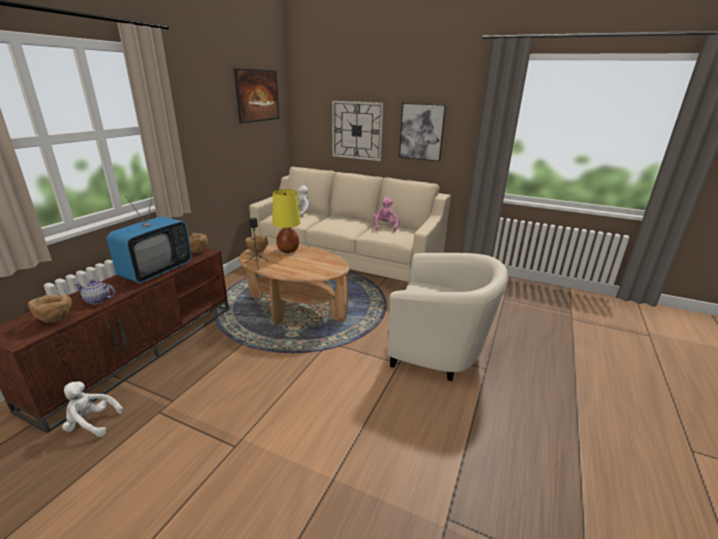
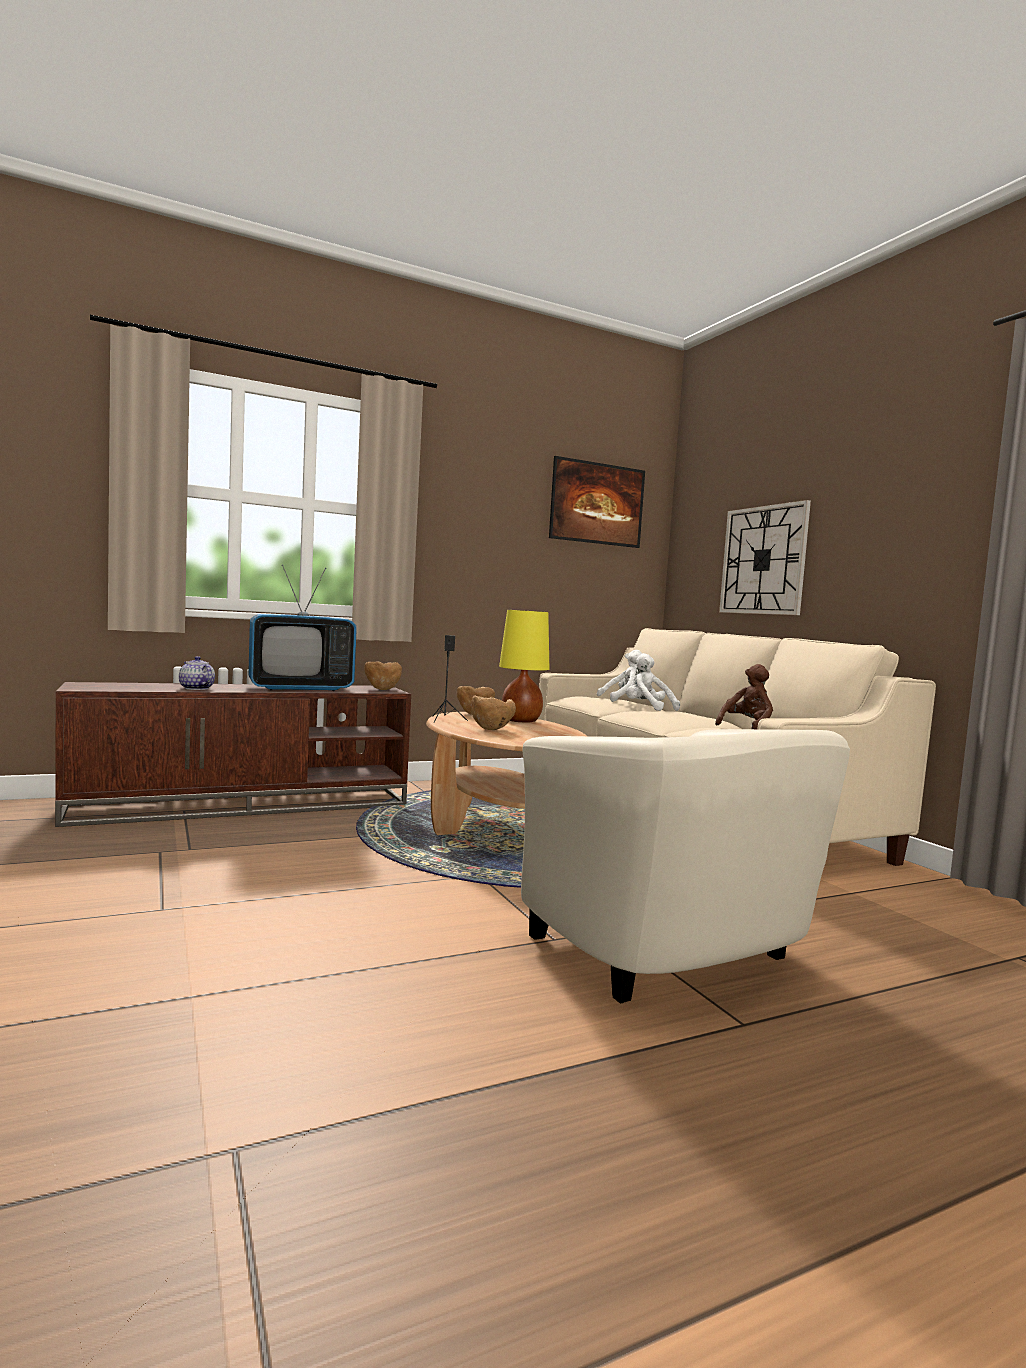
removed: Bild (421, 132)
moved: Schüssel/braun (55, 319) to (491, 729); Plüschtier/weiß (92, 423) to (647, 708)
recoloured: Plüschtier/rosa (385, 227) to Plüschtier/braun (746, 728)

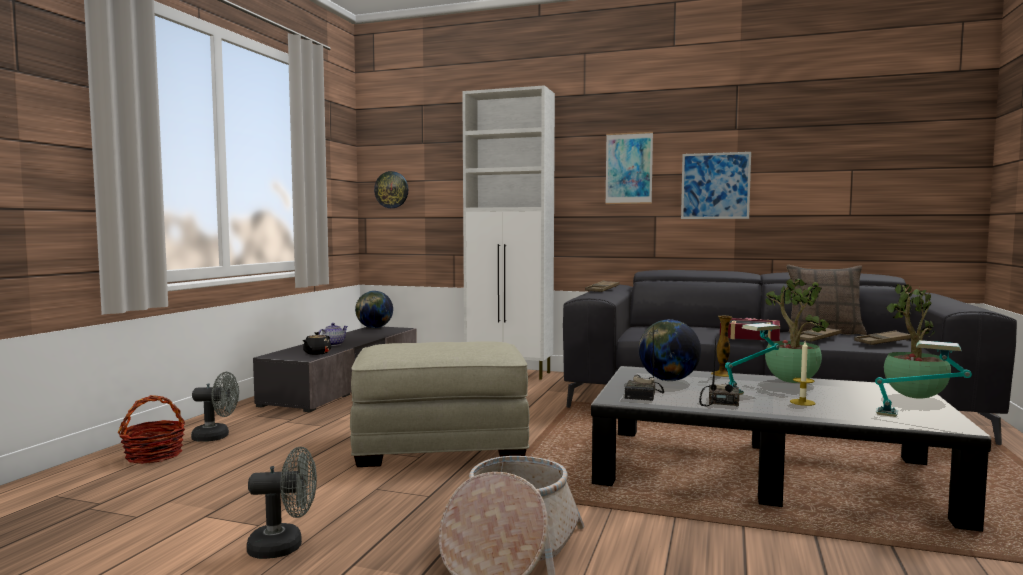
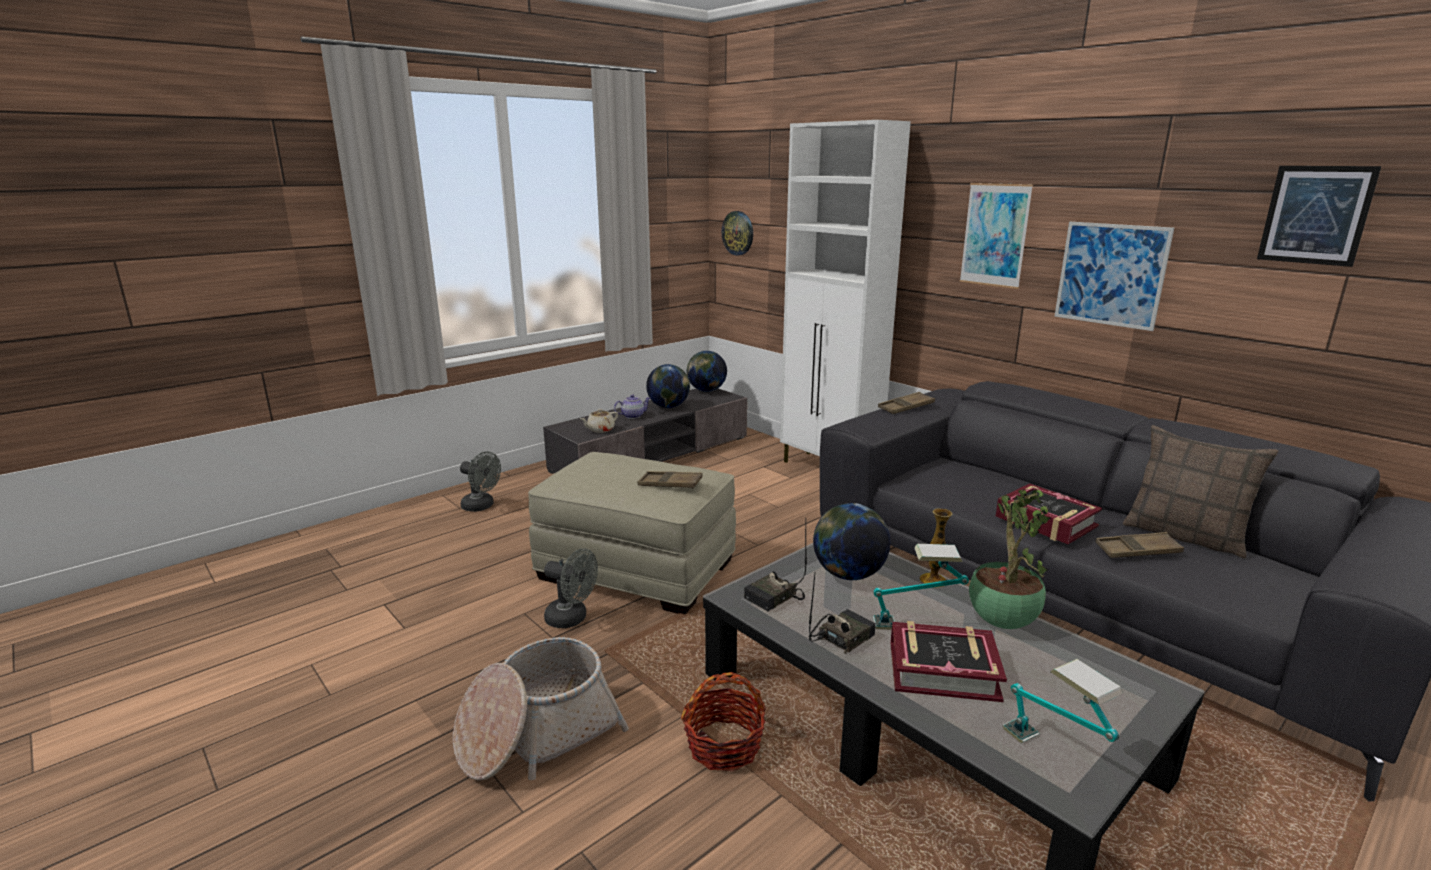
removed: Topfpflanze (914, 397)
added: Bild (1315, 215); Globus (668, 407)
moved: Tablett/braun (883, 342) to (670, 484); Korb (154, 455) to (724, 746); Ventilator/grau (284, 546) to (572, 619)
replaced: Kerze (802, 402) to Buch (943, 670)
recoloured: Teekanne/schwarz (316, 353) to Teekanne/beige (600, 430)

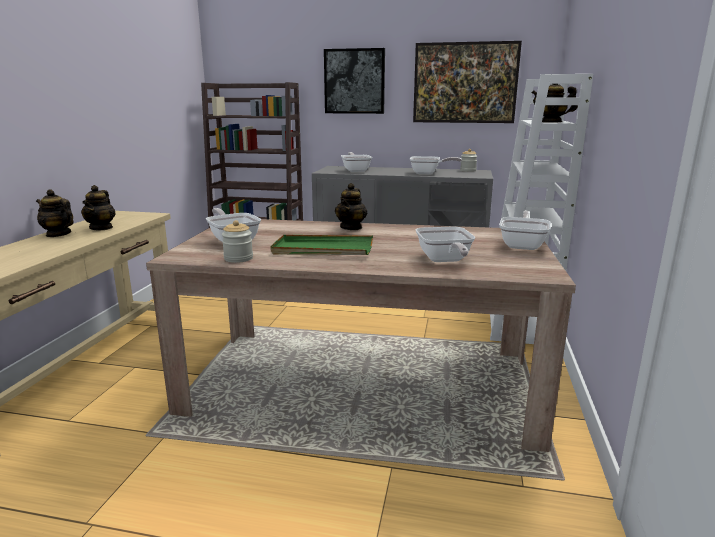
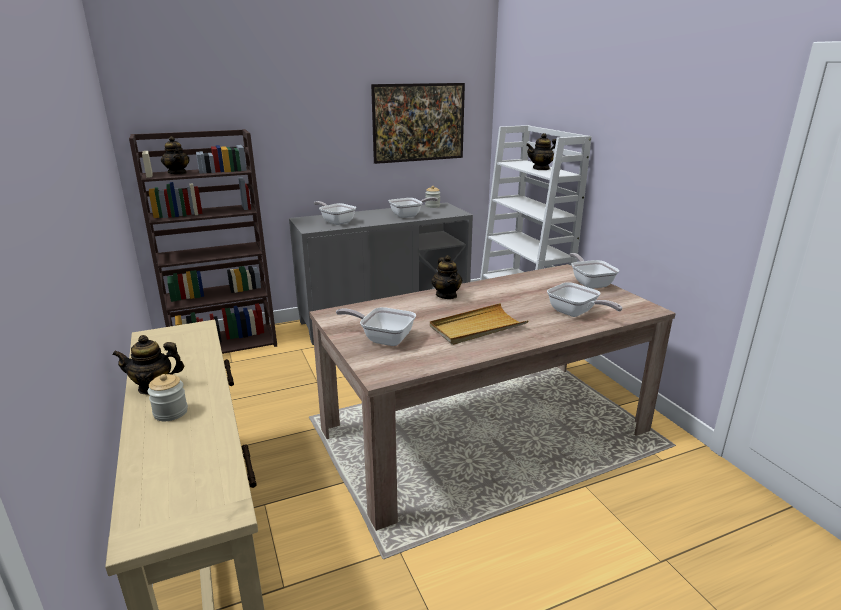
removed: Bild (354, 81)
moved: Teekanne (101, 228) to (177, 173); Vorratsglas (238, 258) to (170, 412)
recoloured: Tablett/grün (322, 249) to Tablett/beige (477, 327)

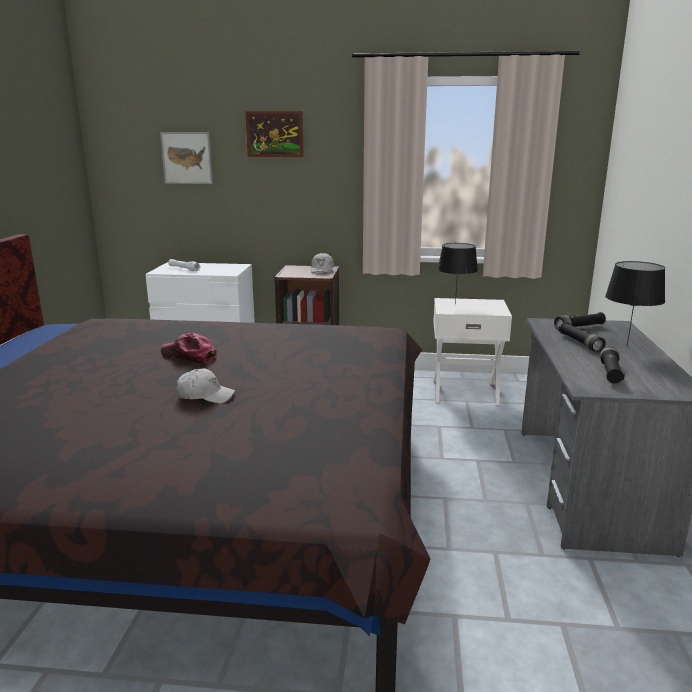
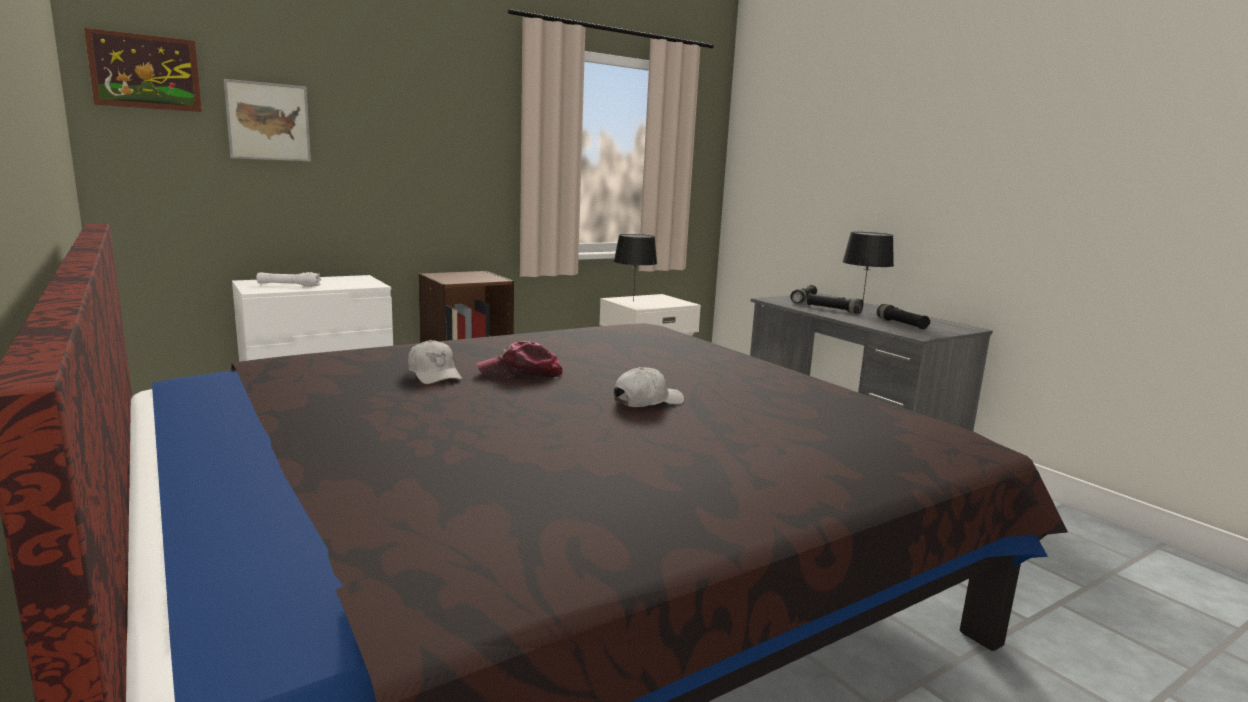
moved: Bild (274, 134) to (145, 72); Kappe/weiß (322, 270) to (434, 374)

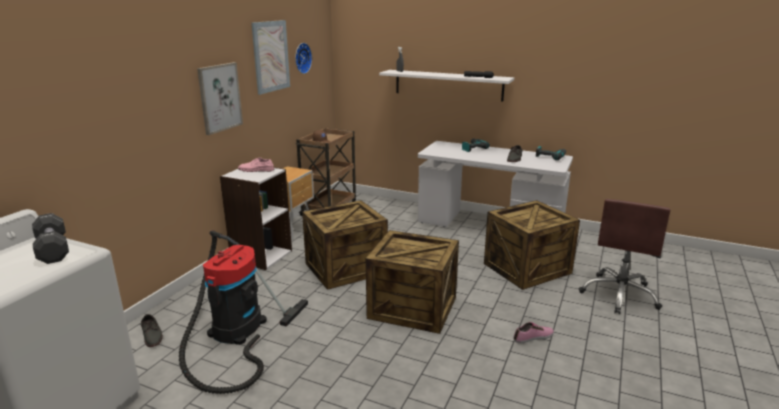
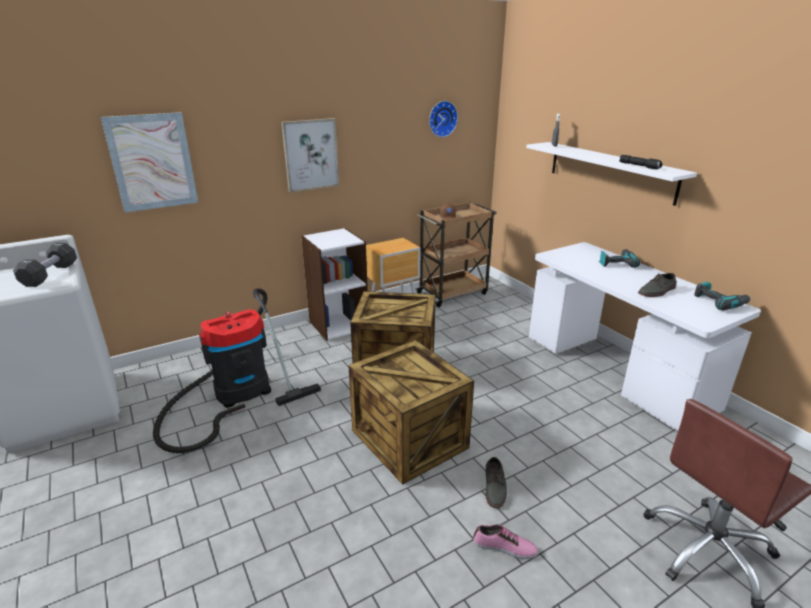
removed: Schuh/rosa (256, 170); Kiste (526, 268)
moved: Bild (271, 56) to (152, 162); Schuh/grau (152, 335) to (495, 487)

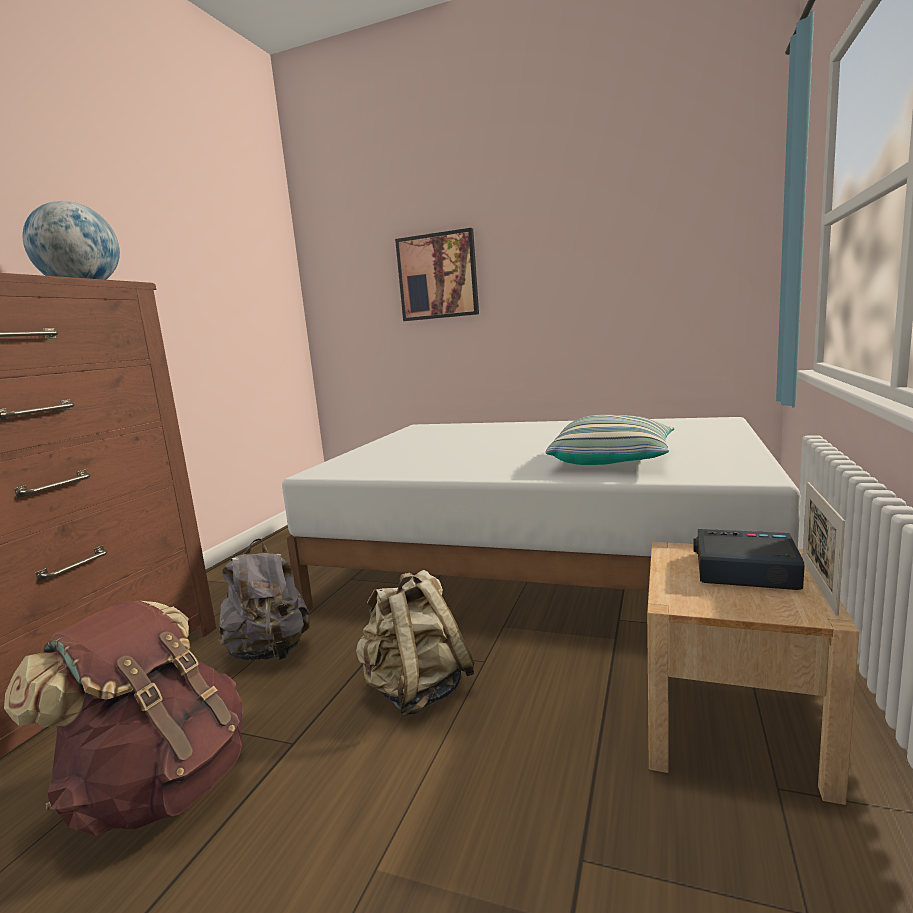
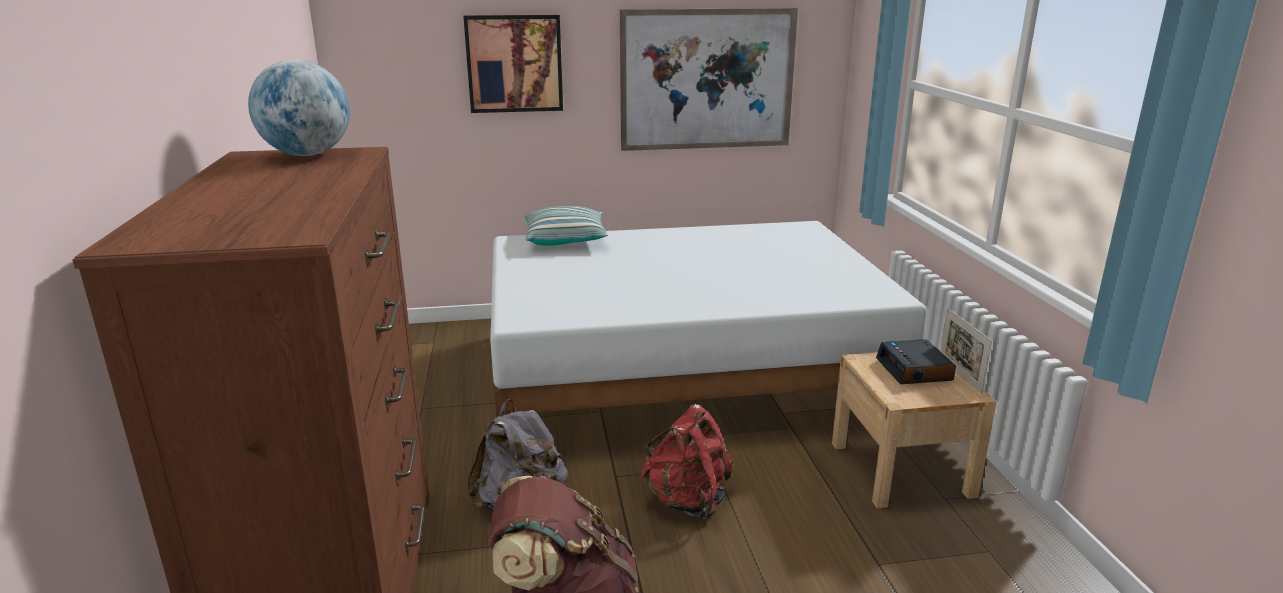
added: Bild (707, 80)
moved: Kissen (612, 461) to (566, 240)
recoloured: Rucksack/beige (416, 691) to Rucksack/rot (686, 501)
turned: Wecker (744, 570) = (915, 370) 90 degrees counterclockwise

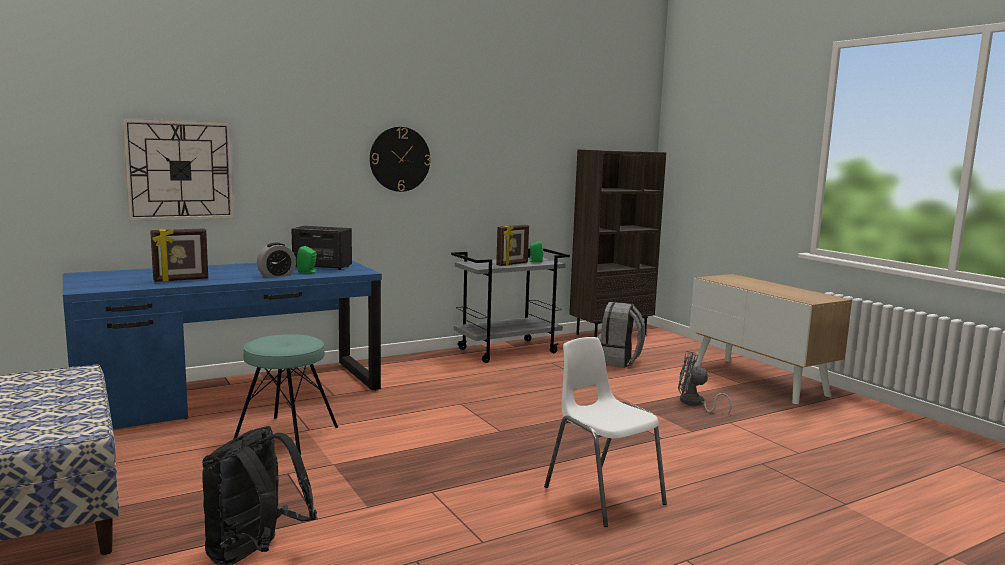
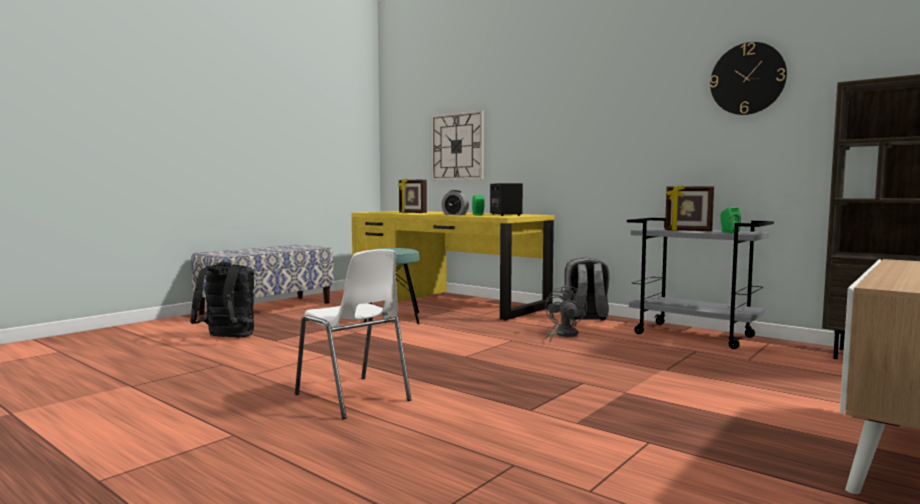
moved: Wanduhr (400, 159) to (747, 79); Rucksack/grau (618, 362) to (585, 317); Ventilator/grau (695, 403) to (563, 335)
recoloured: Schreibtisch/blau (232, 394) to Schreibtisch/gelb (447, 301)
turned: Stuhl/weiß (602, 495) = (353, 398) 105 degrees clockwise

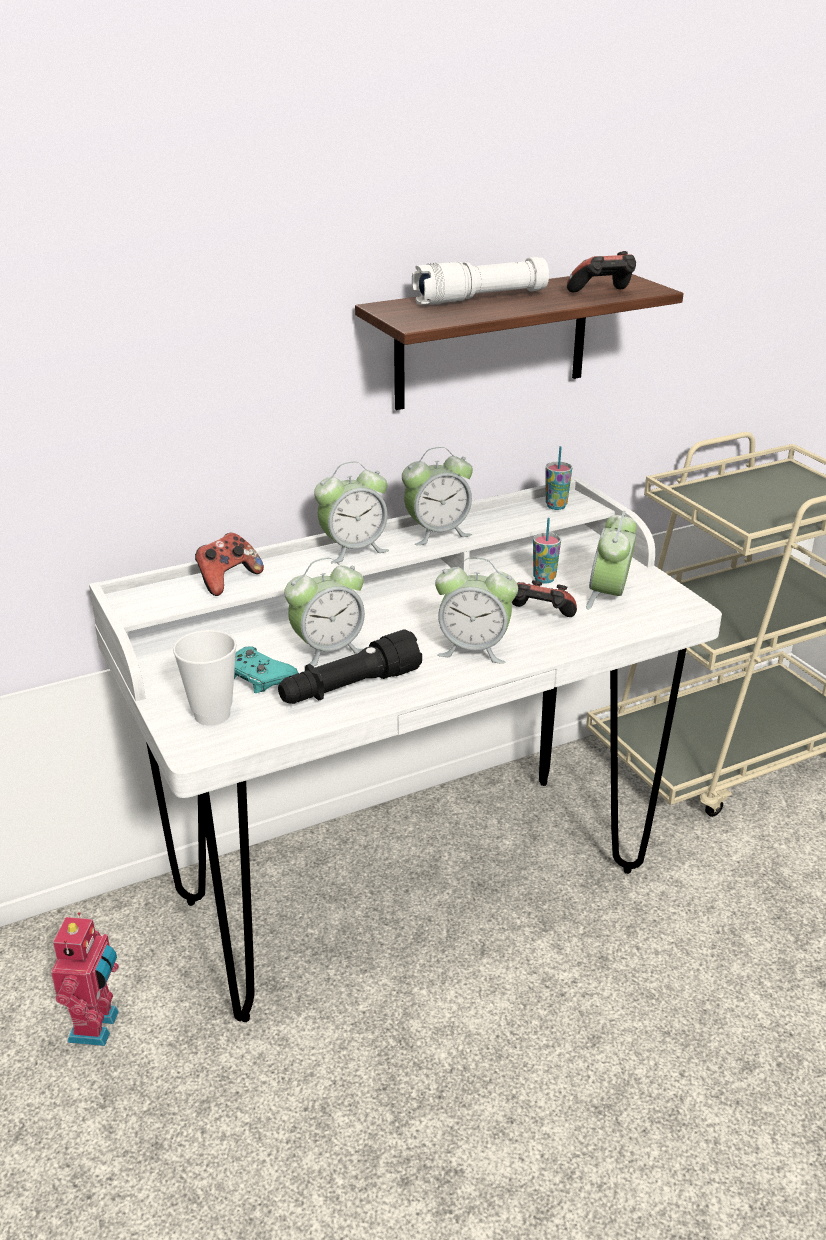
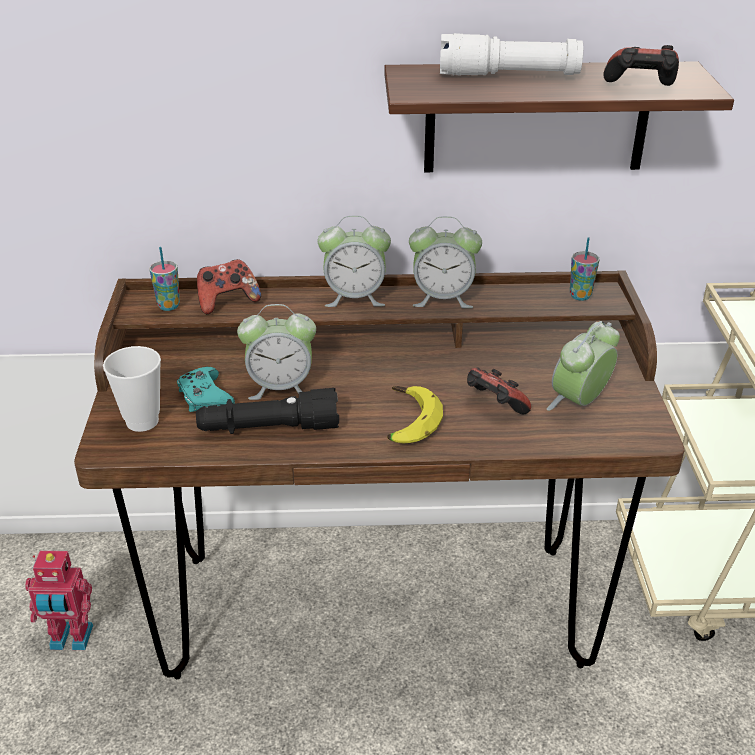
moved: Tasse (544, 579) to (168, 306)
replaced: Wecker (474, 649) to Banane (406, 422)
recoloured: Schreibtisch/weiß (411, 885) to Schreibtisch/braun (377, 608)
turned: Spielzeugroboter (97, 1027) = (70, 640) 60 degrees clockwise

